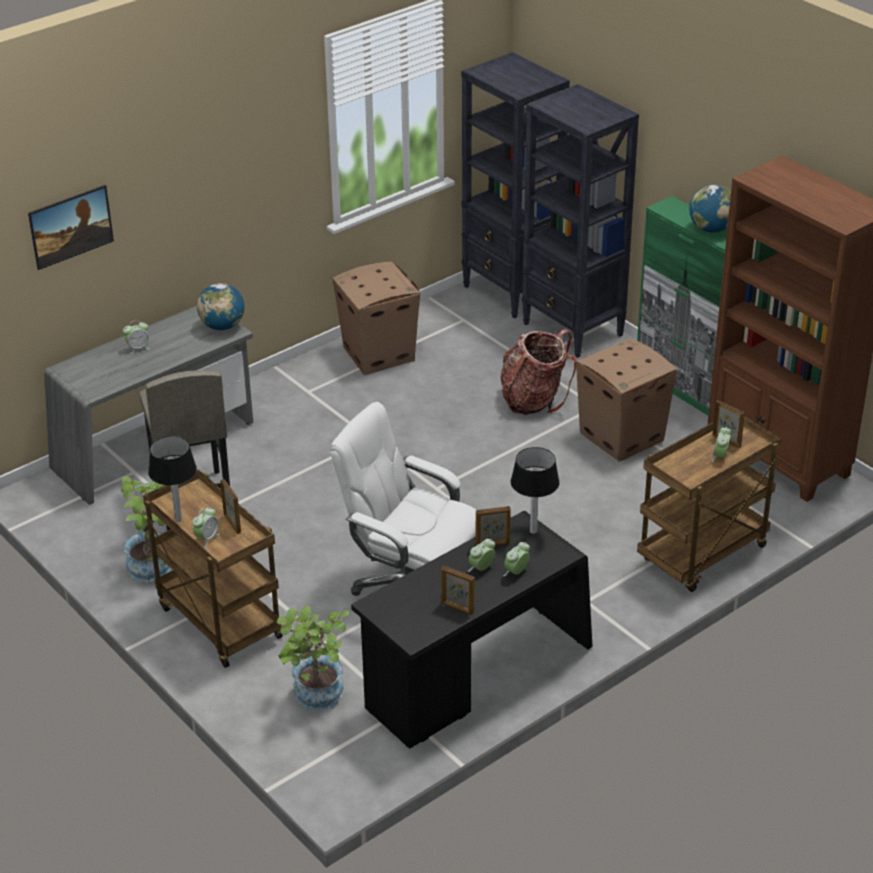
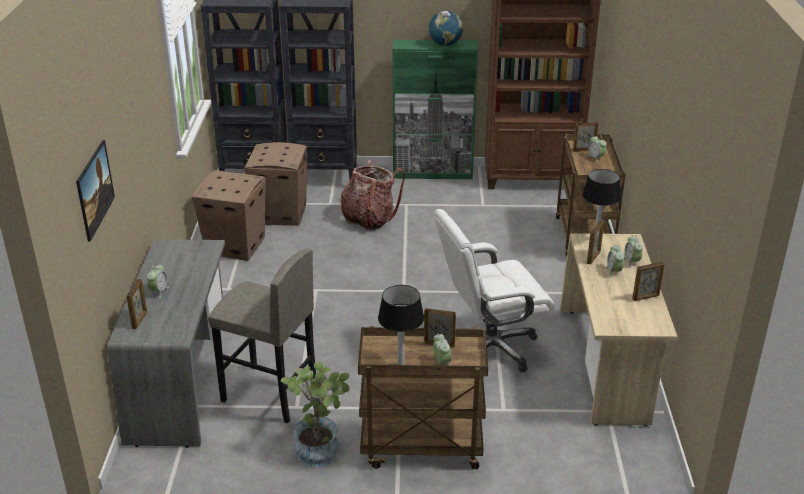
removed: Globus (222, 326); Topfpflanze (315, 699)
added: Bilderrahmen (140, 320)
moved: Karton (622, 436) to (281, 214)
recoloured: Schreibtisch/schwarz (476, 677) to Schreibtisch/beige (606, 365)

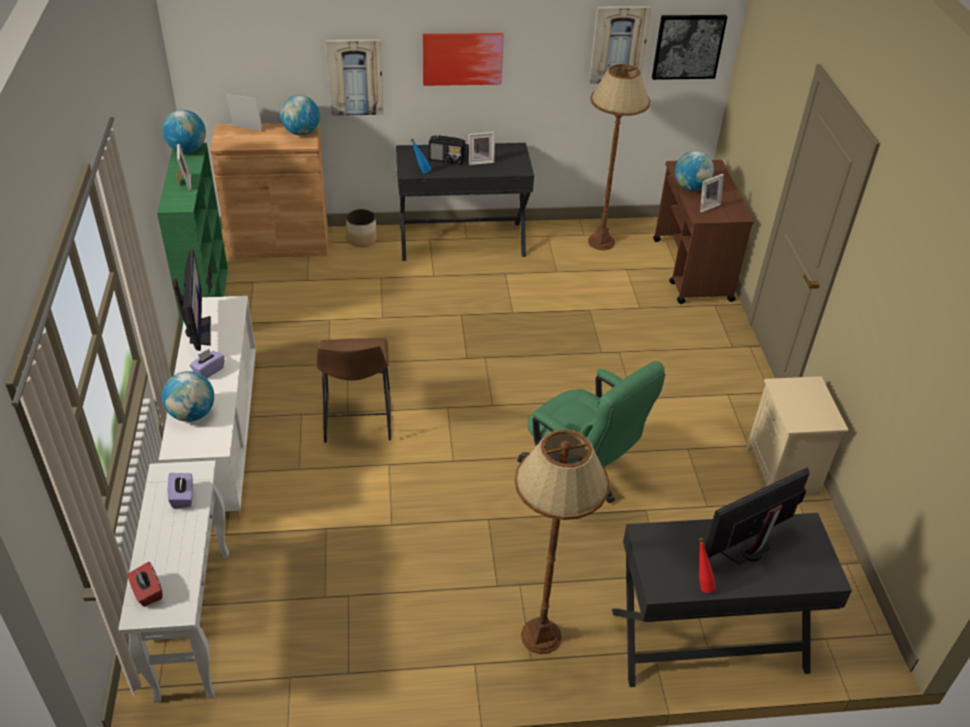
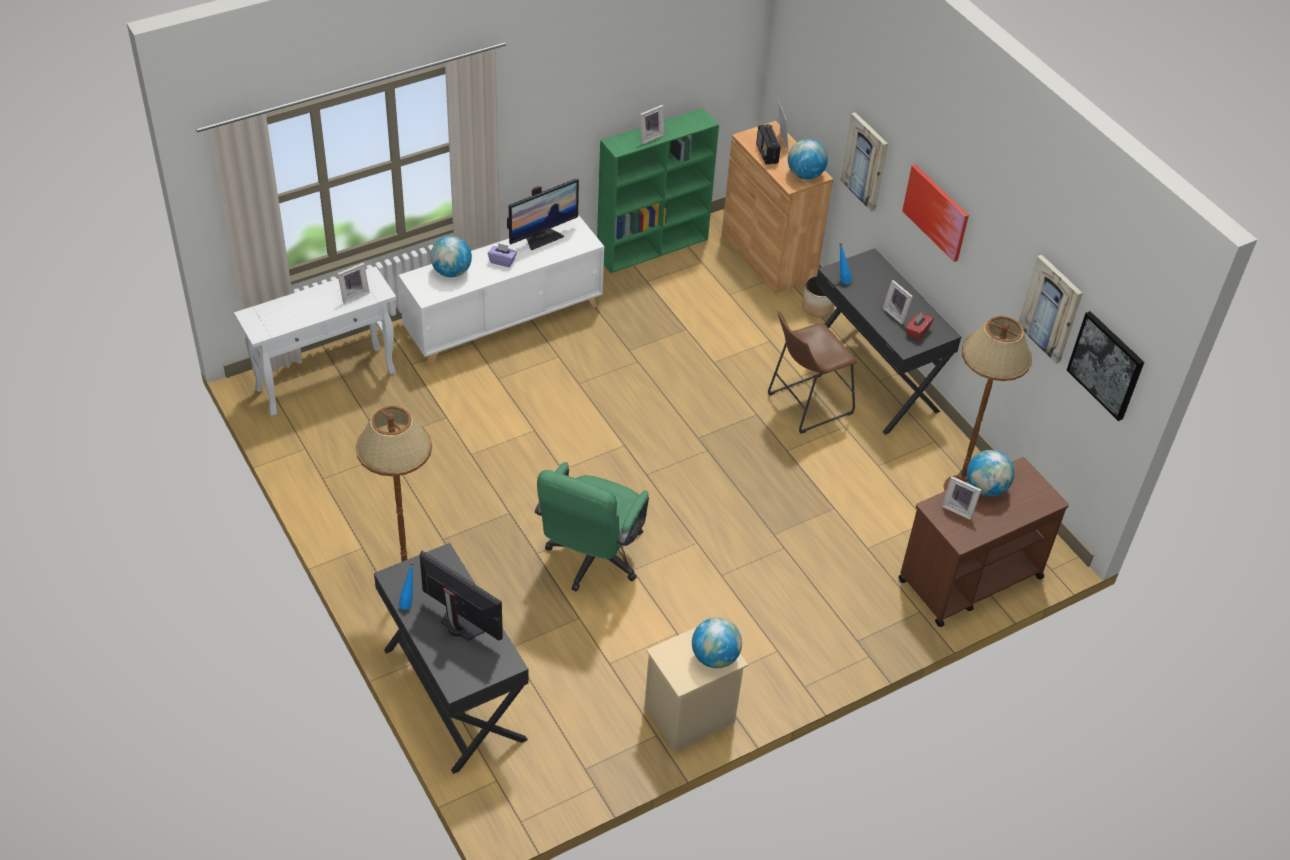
moved: Globus (187, 149) to (714, 657); Radio (447, 159) to (767, 154); Hocker/braun (357, 421) to (805, 405); Taschentuchbox/rot (147, 592) to (917, 331)
replaced: Taschentuchbox/lila (183, 497) to Bilderrahmen (353, 294)
recoloured: Flasche/rot (700, 584) to Flasche/blau (408, 601)

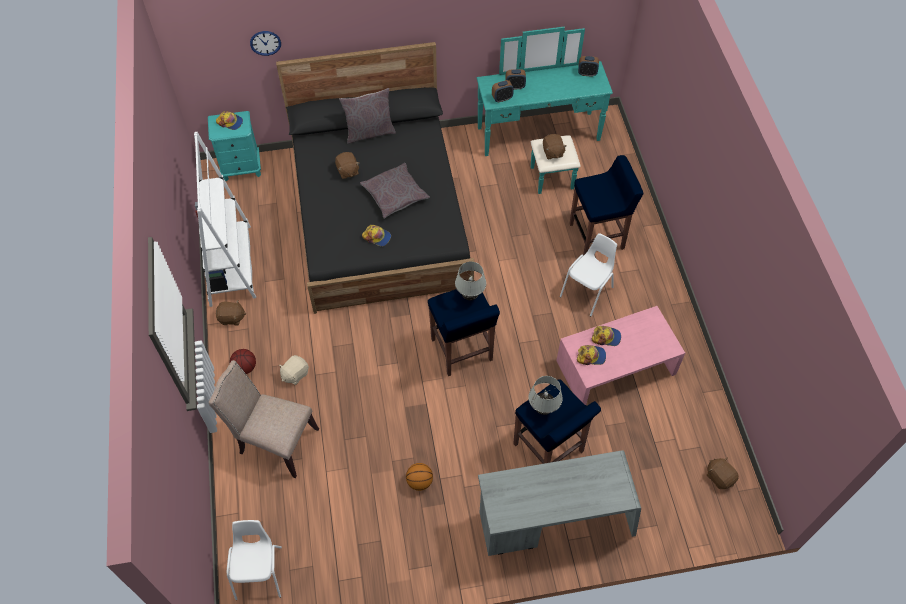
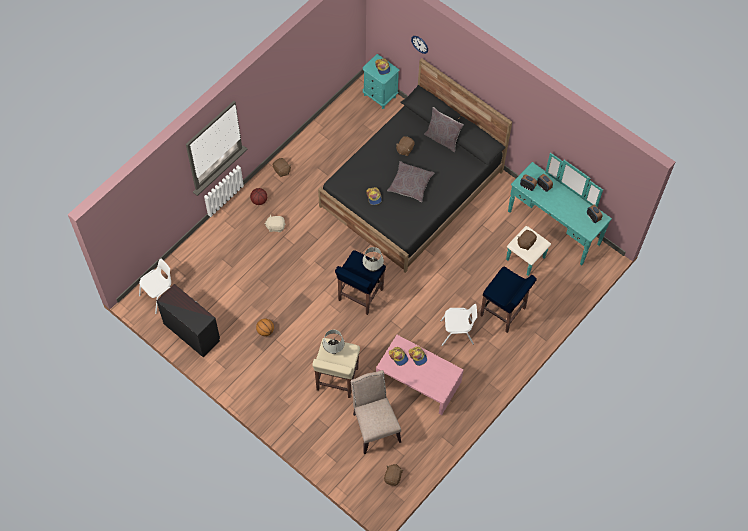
removed: Bücherregal/weiß (230, 265); Schreibtisch/grau (555, 521)
added: Kommode/schwarz (192, 331)
moved: Stuhl/beige (275, 442) to (374, 426)
recoloured: Hocker/blau (549, 449) to Hocker/beige (337, 380)

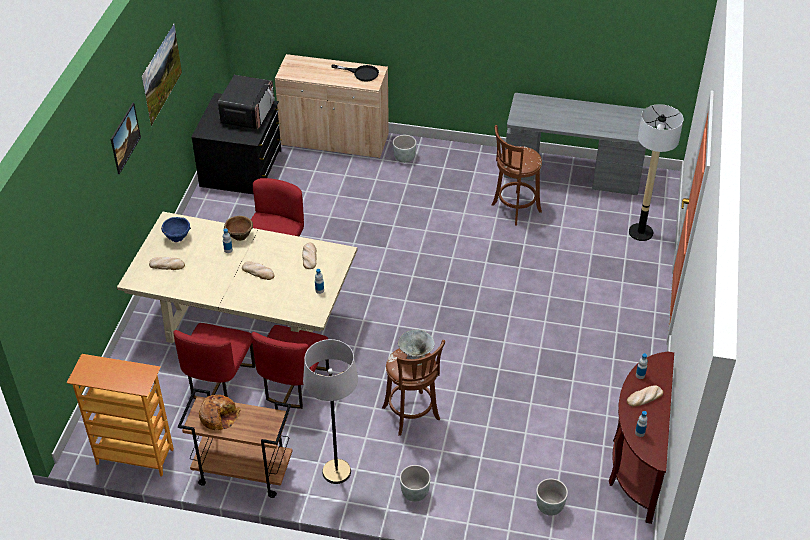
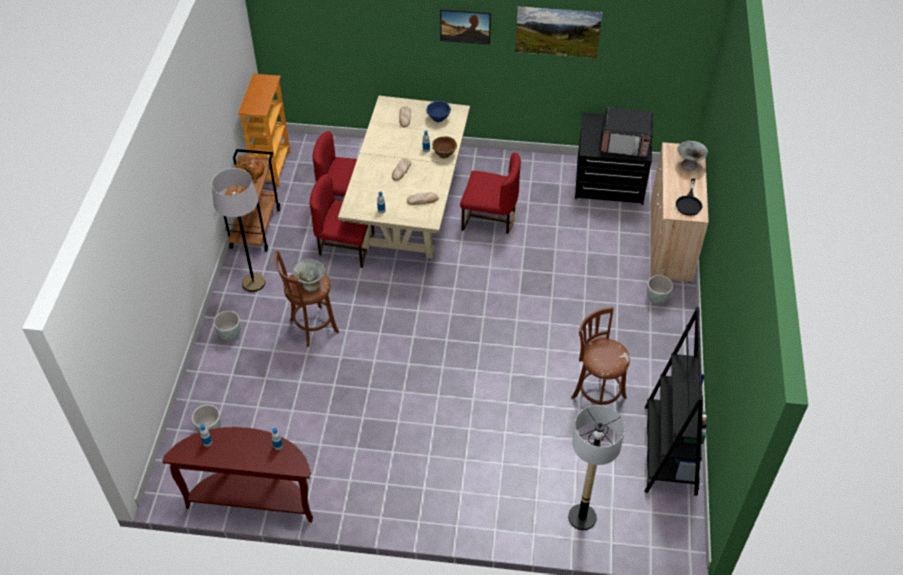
removed: Brot (644, 397)
added: Schüssel/grau (689, 165)
replaced: Schreibtisch/grau (572, 174) to Bücherregal/schwarz (670, 450)

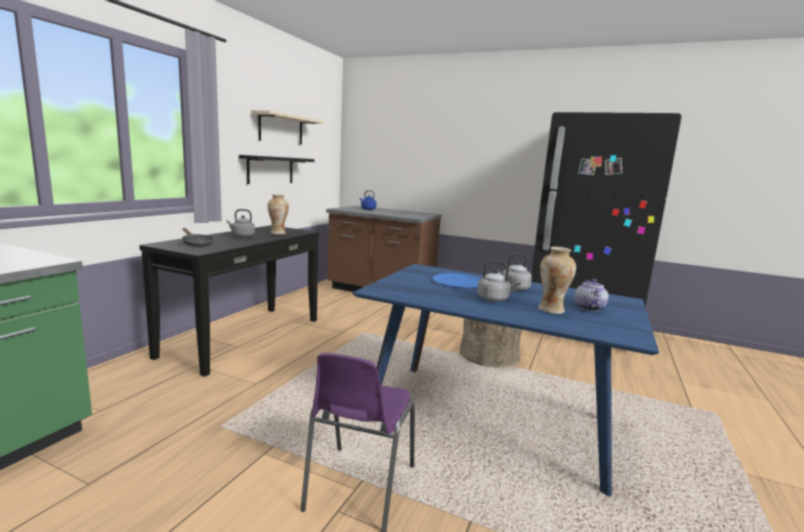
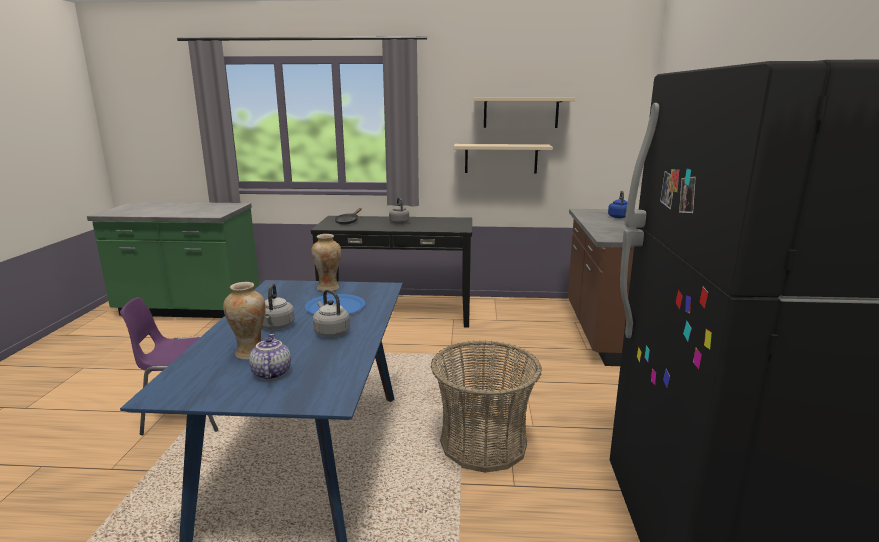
moved: Vase (278, 233) to (328, 288)
recoloured: Wandregal/schwarz (270, 170) to Wandregal/beige (501, 158)
turned: Teekanne (588, 308) = (270, 373) 90 degrees counterclockwise

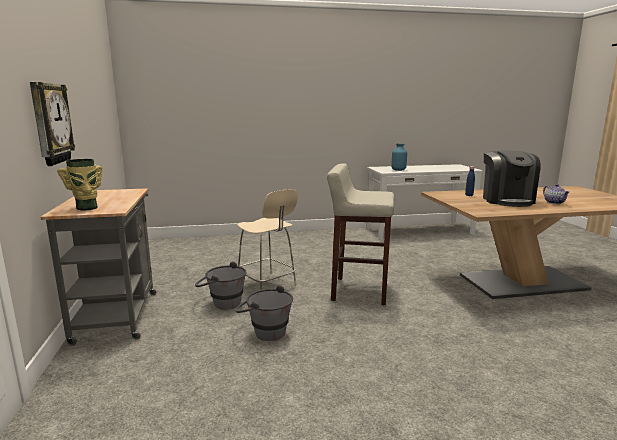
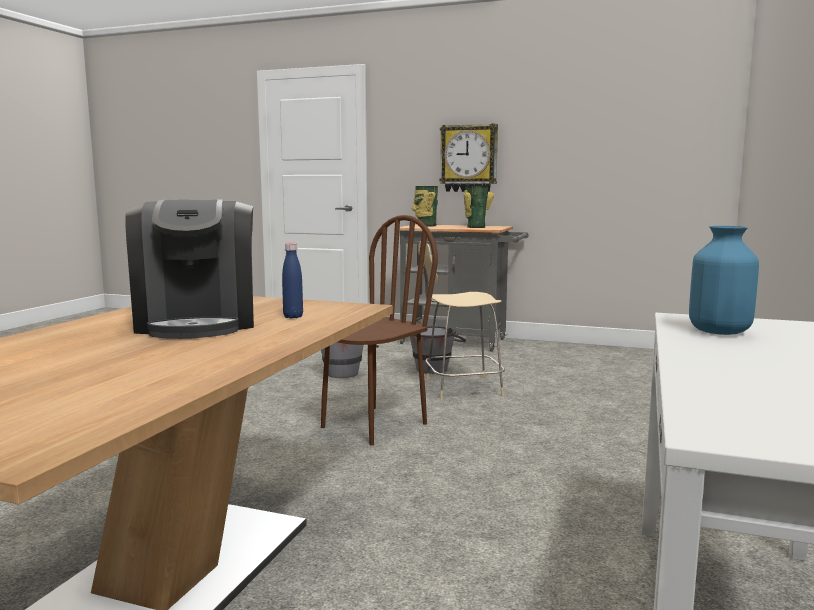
removed: Teekanne (554, 202)
added: Vase (475, 227)
replaced: Hocker/beige (358, 291) to Stuhl/braun (373, 425)
turned: Kaffeemaschine (507, 200) = (197, 323) 135 degrees counterclockwise

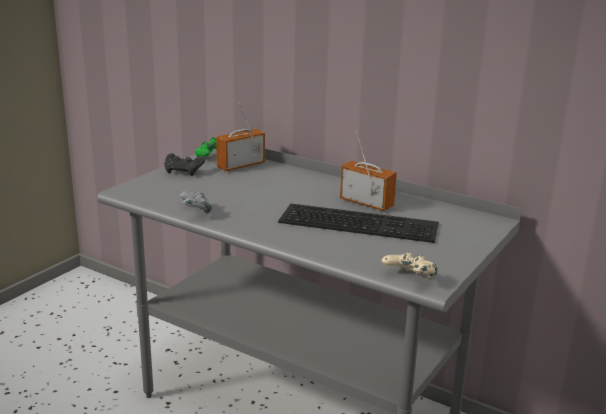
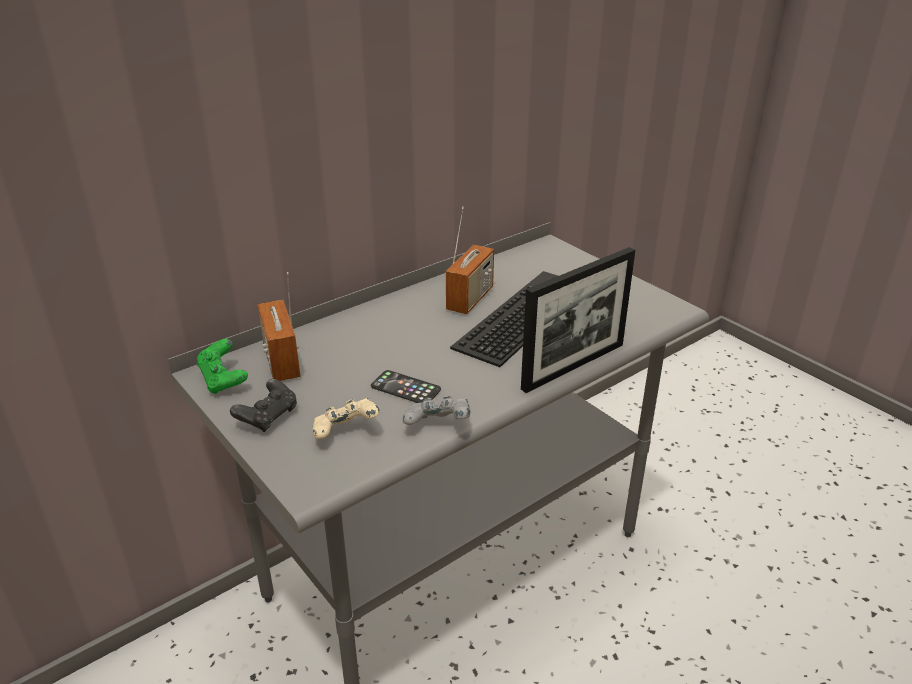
added: Bilderrahmen (573, 366); Handy (405, 388)
moved: Gamepad/beige (409, 278) to (346, 433)
turned: Radio (366, 203) = (470, 299) 150 degrees clockwise

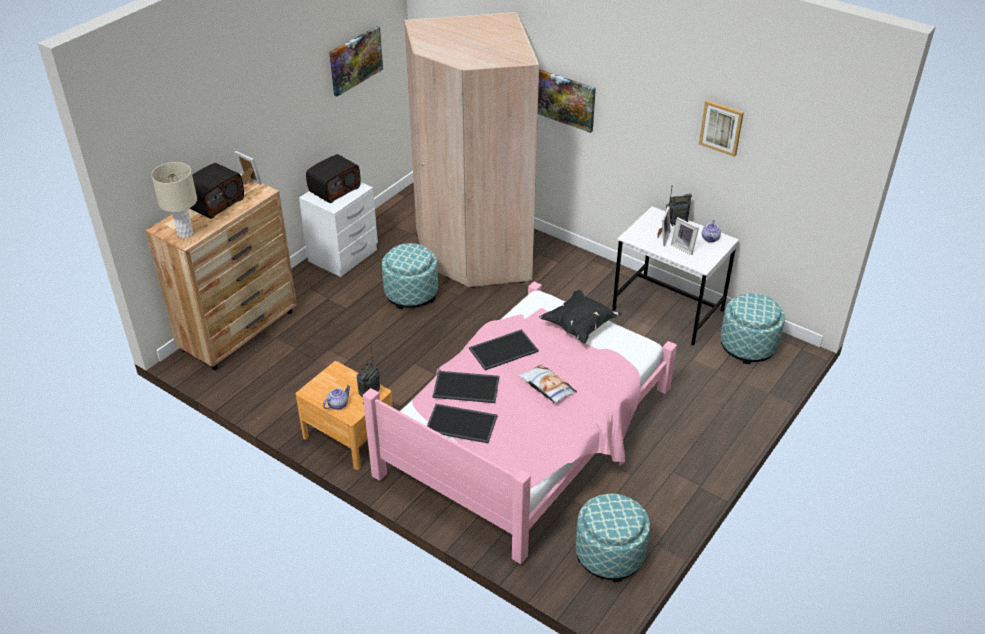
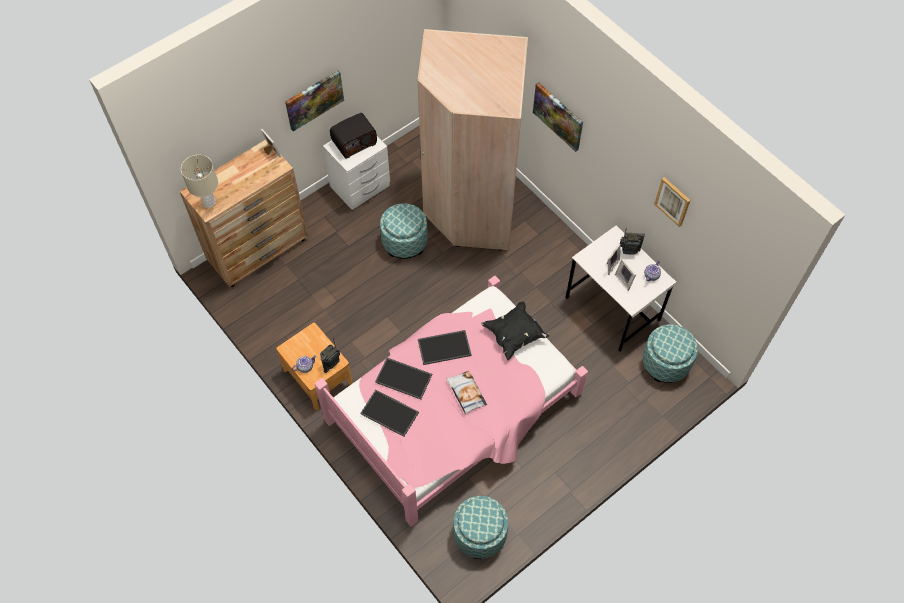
removed: Radio (214, 203)
moved: Bild (355, 60) to (314, 99)

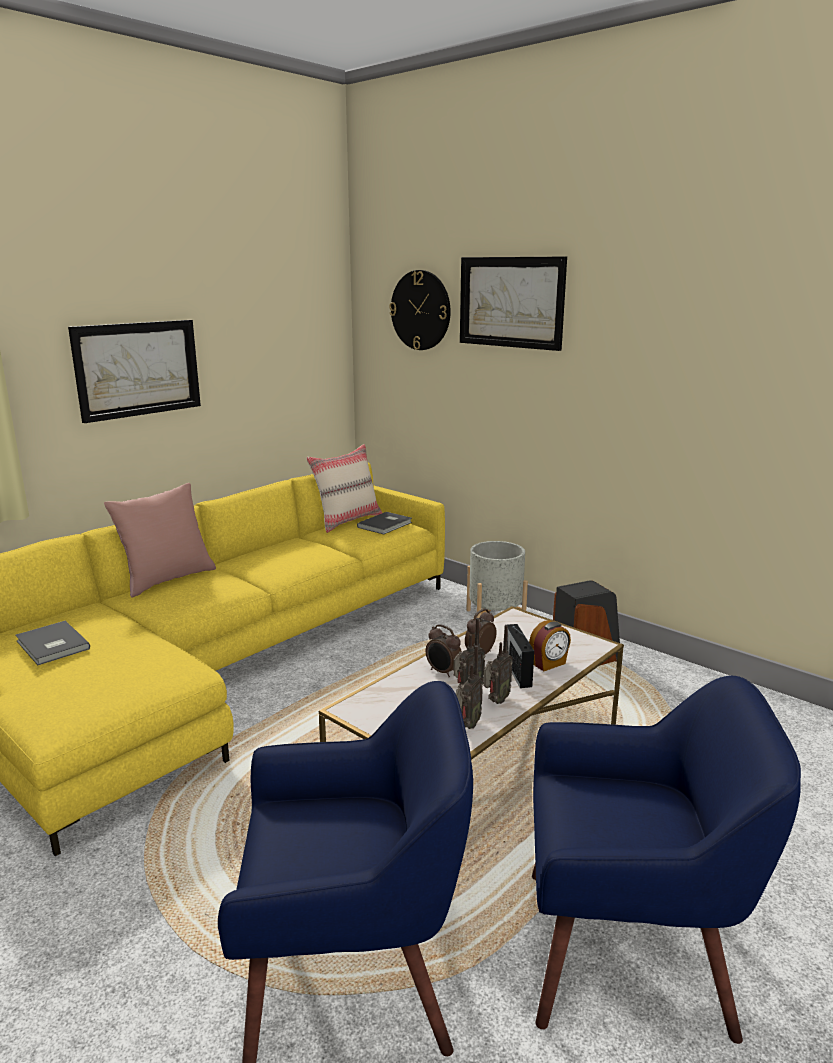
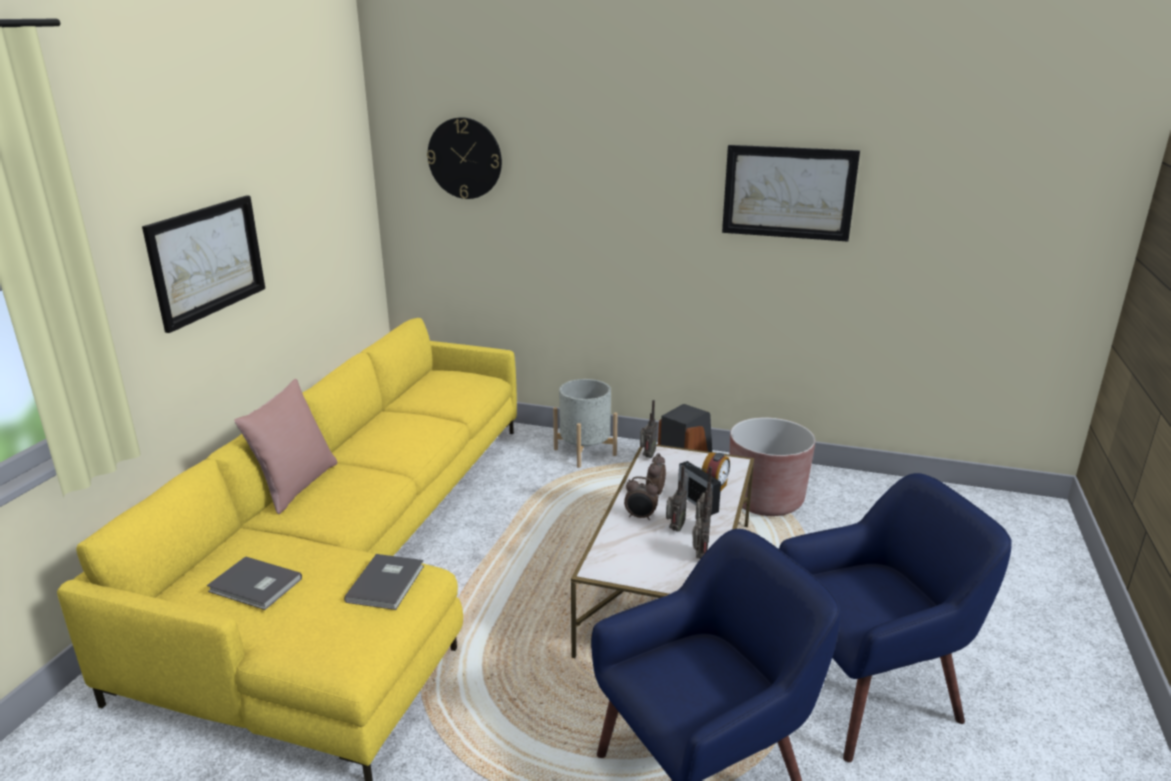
removed: Kissen/beige (347, 520)
added: Radio (647, 456); Pflanzkübel/braun (765, 500)
moved: Bild (511, 302) to (788, 192); Buch/grau (386, 525) to (388, 583)

